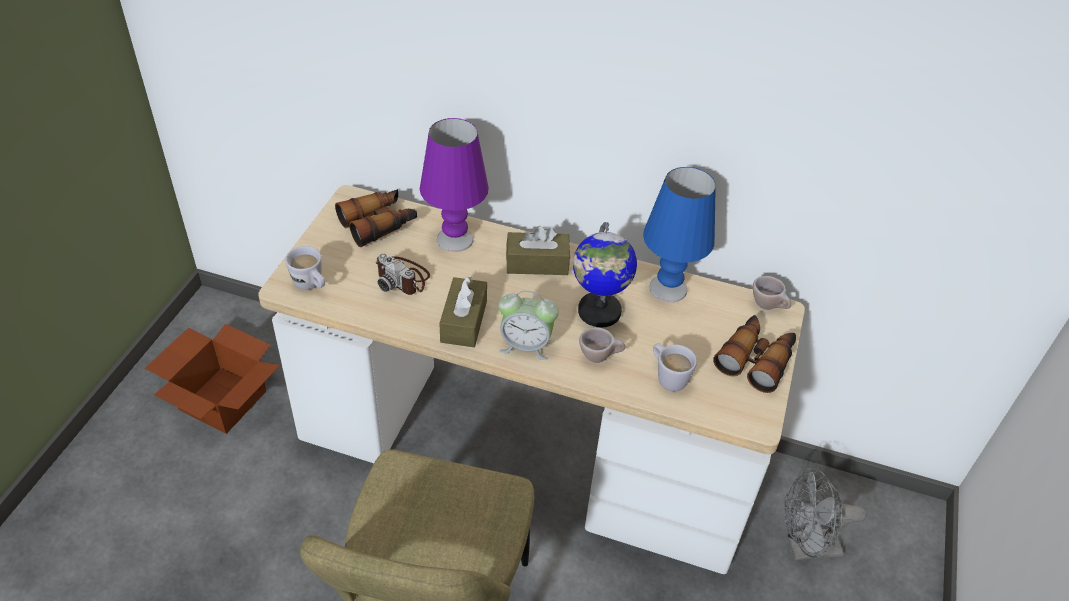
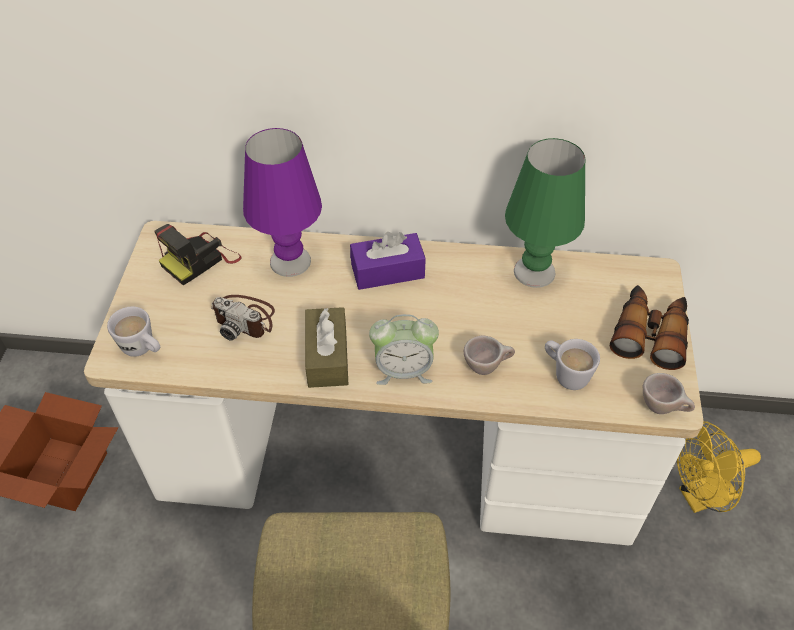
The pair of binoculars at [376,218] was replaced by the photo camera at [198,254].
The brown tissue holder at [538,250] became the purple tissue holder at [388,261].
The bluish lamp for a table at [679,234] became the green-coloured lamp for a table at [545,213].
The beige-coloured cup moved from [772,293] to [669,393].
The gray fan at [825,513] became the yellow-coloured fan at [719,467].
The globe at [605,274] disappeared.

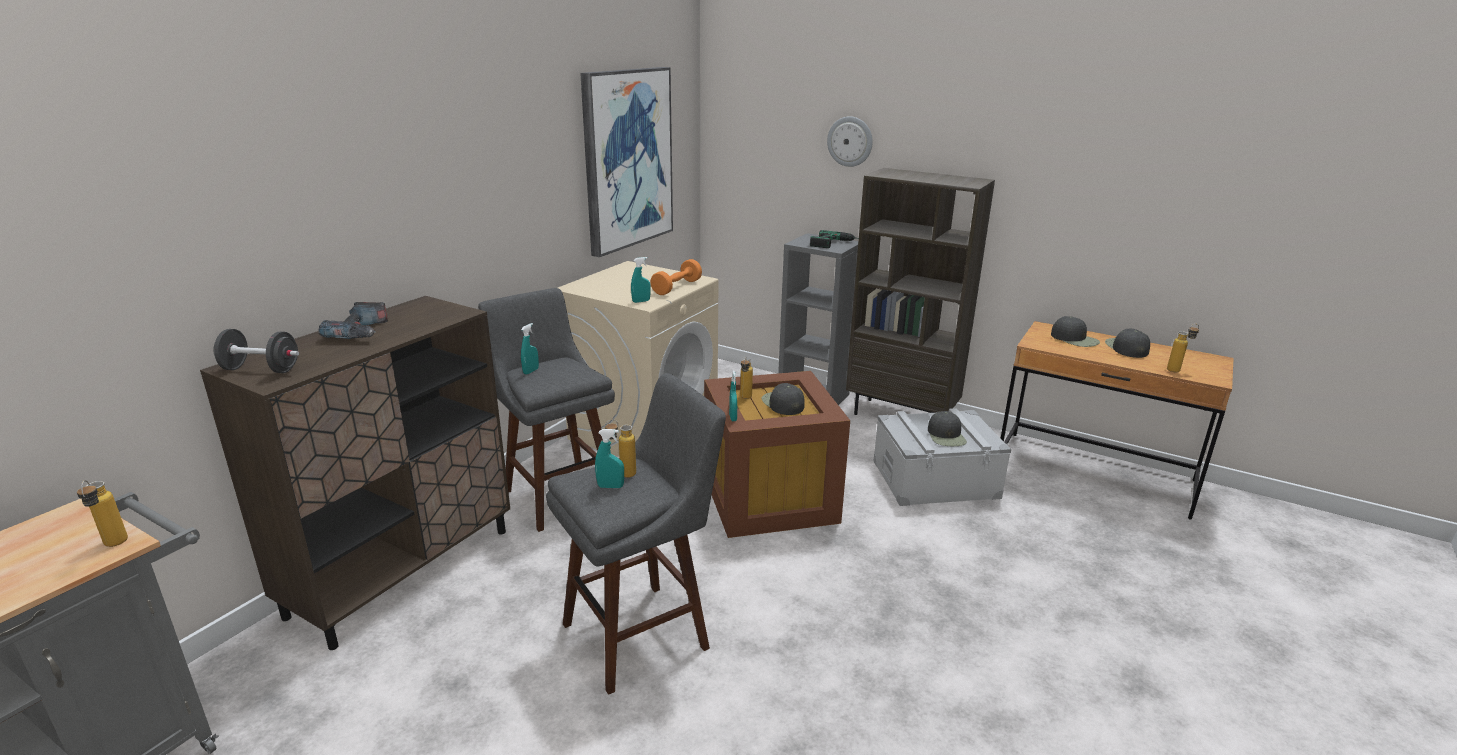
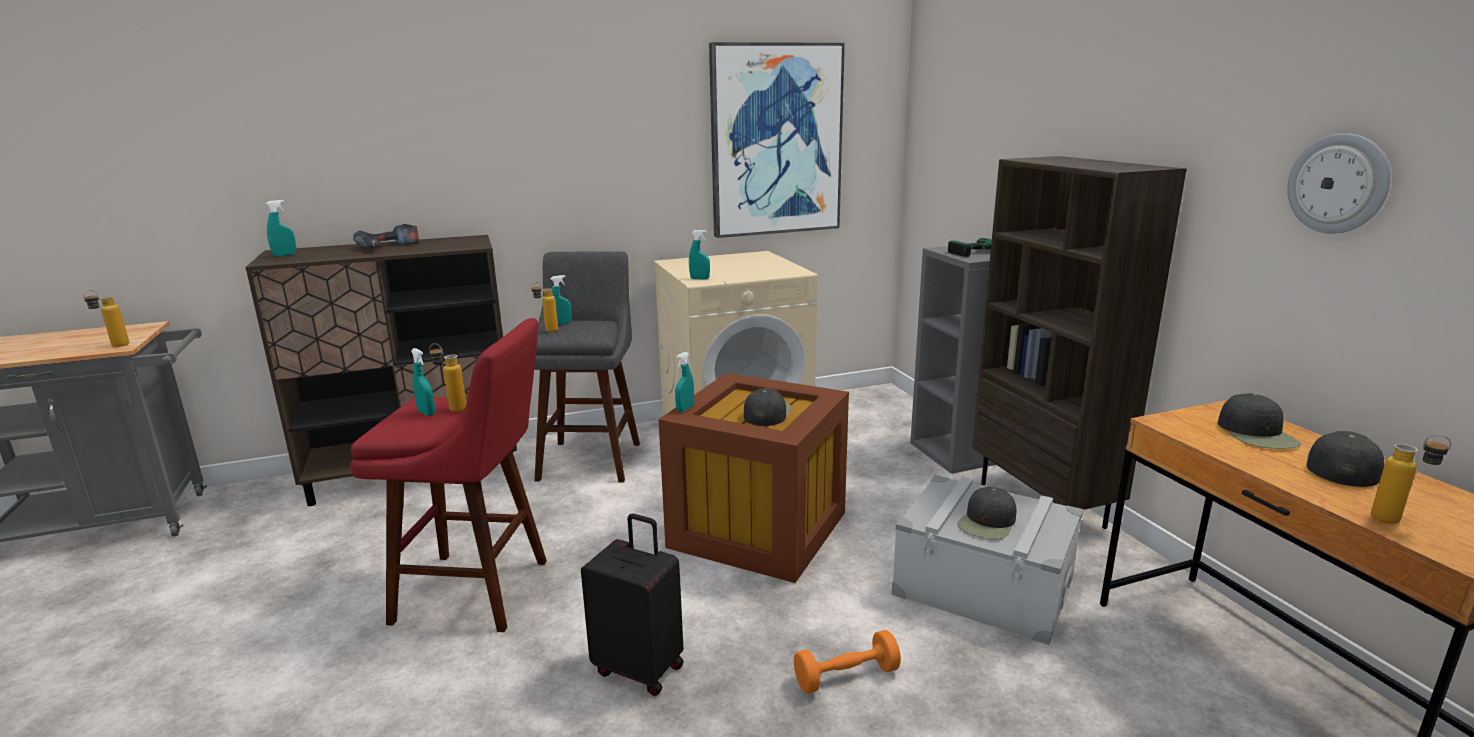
The black free weight at [256,351] was replaced by the turquoise sprayer at [281,228].
The gray stool seat at [636,534] became the reddish stool seat at [448,475].
The drink bottle moved from [746,377] to [544,307].
The black travel case at [632,604] appeared.
The orange-coloured free weight moved from [676,277] to [847,662].
The wall clock moved from [850,141] to [1338,183].

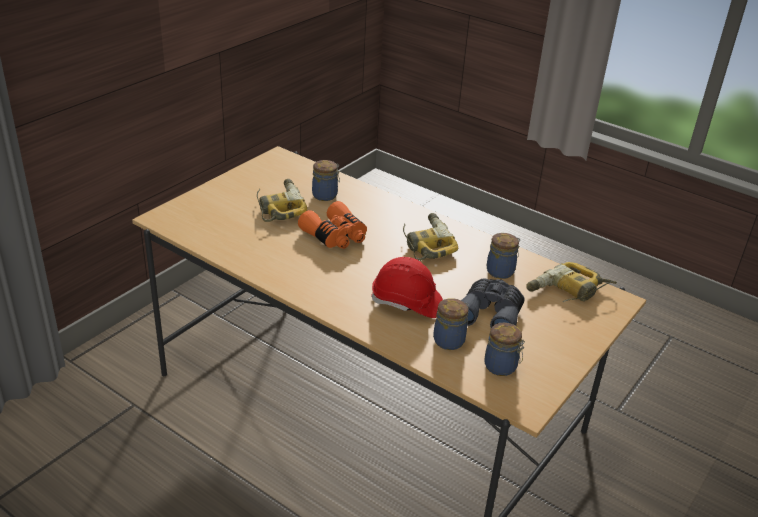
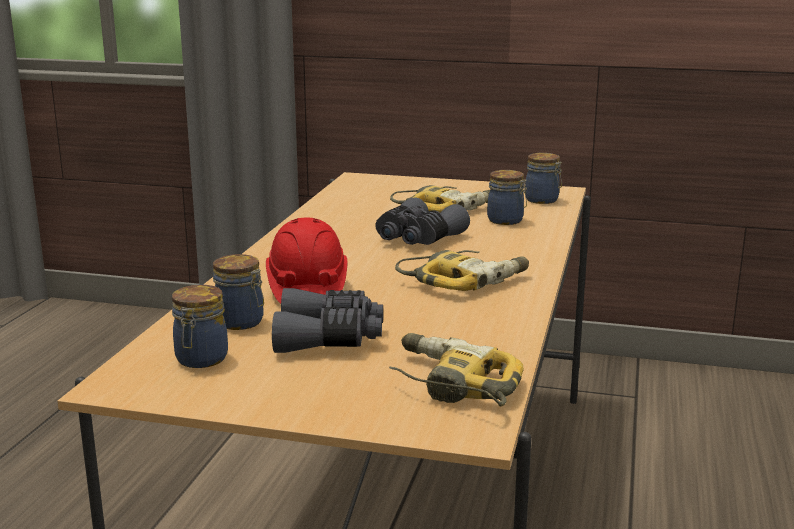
The orange-coloured pair of binoculars at [332,225] became the gray pair of binoculars at [422,221].
The preserve jar moved from [503,256] to [543,178].

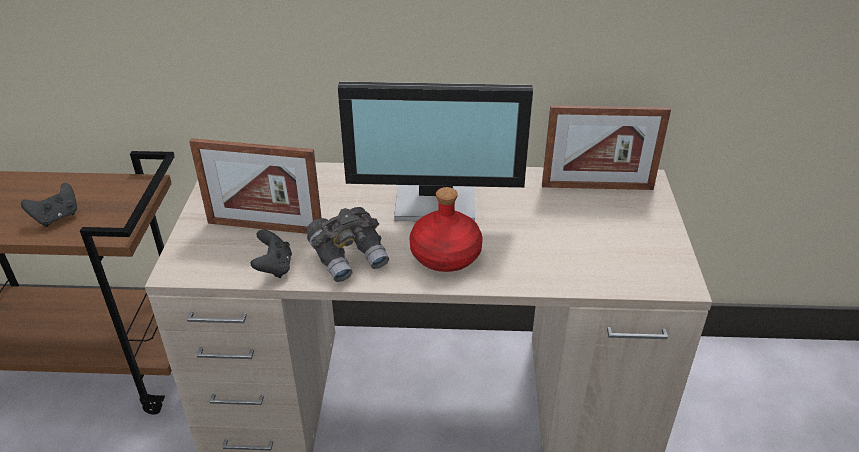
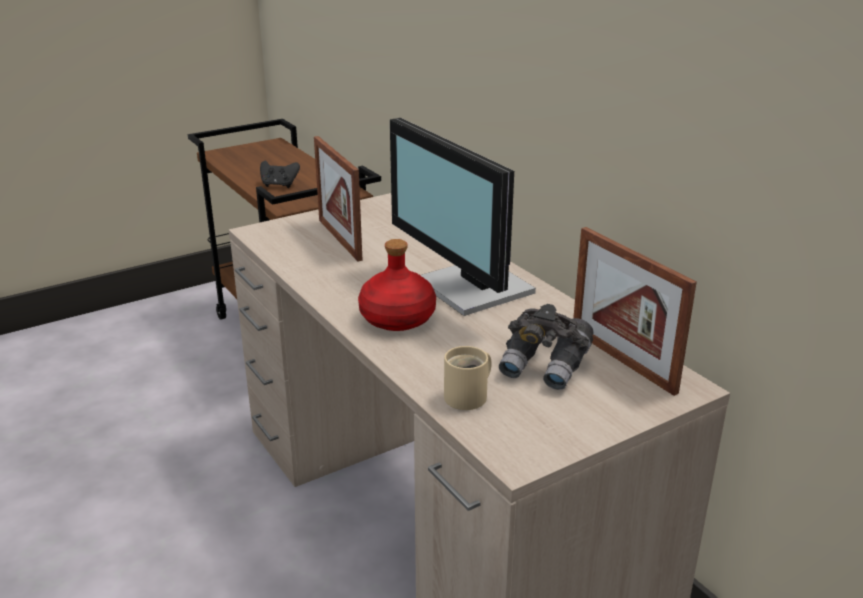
The beige-coloured coffee mug at [468,378] appeared.
The gray pair of binoculars moved from [347,244] to [546,347].
The black game controller at [271,253] disappeared.

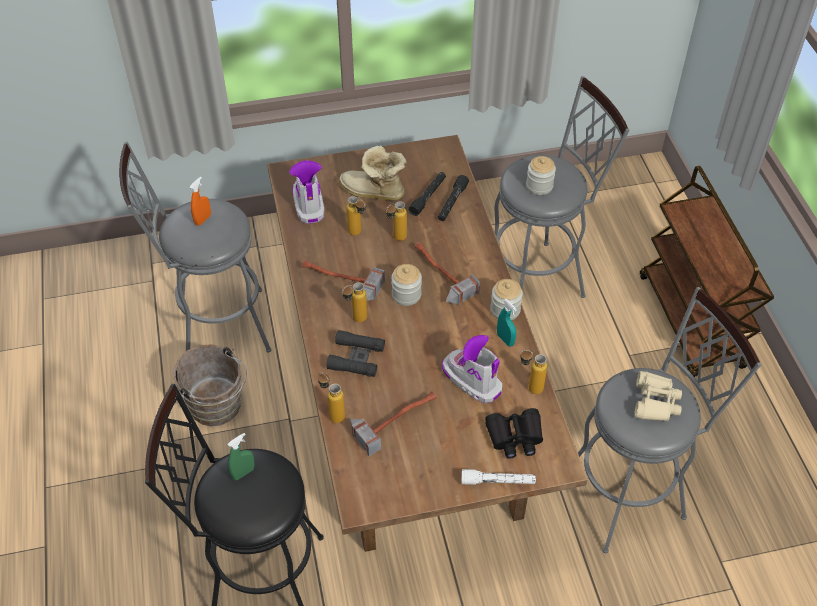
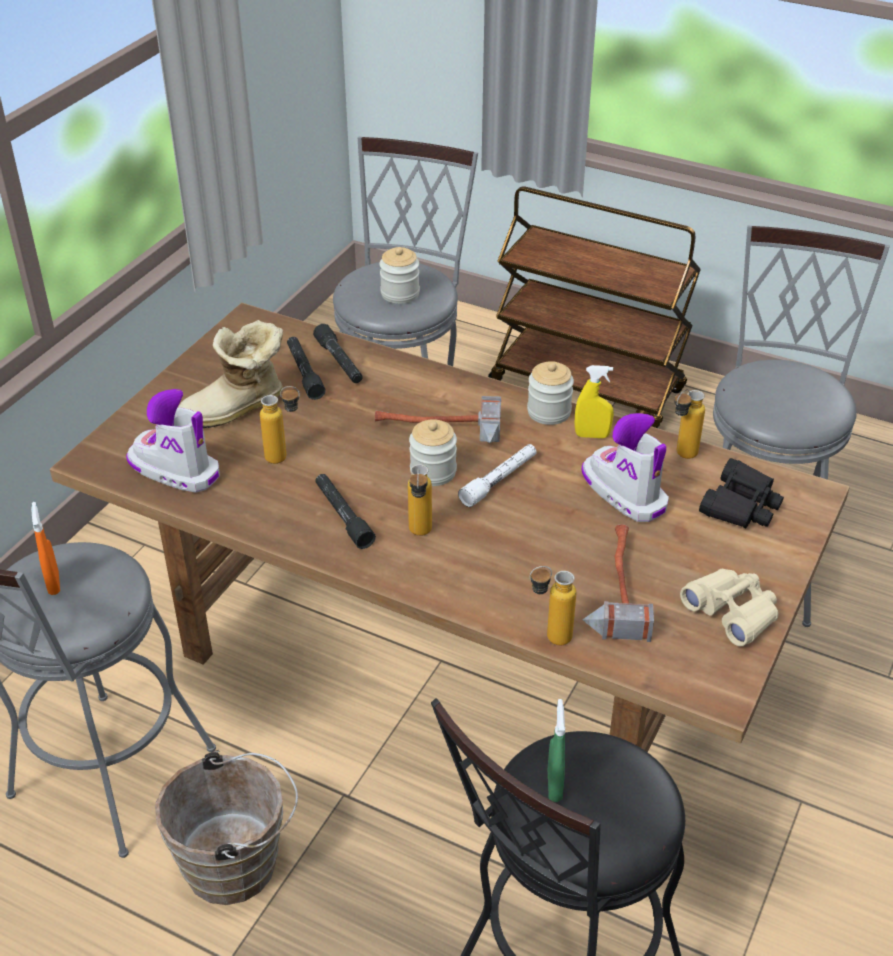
The hammer at [343,280] was replaced by the black hand torch at [345,511].
The white-coloured hand torch moved from [498,477] to [497,475].
The turquoise sprayer at [507,323] became the yellow-coloured sprayer at [594,401].
The high-top boot at [472,369] turned 60 degrees clockwise.
The beige-coloured pair of binoculars moved from [658,396] to [729,608].
The black pair of binoculars at [356,353] disappeared.
The drink bottle at [396,221] disappeared.

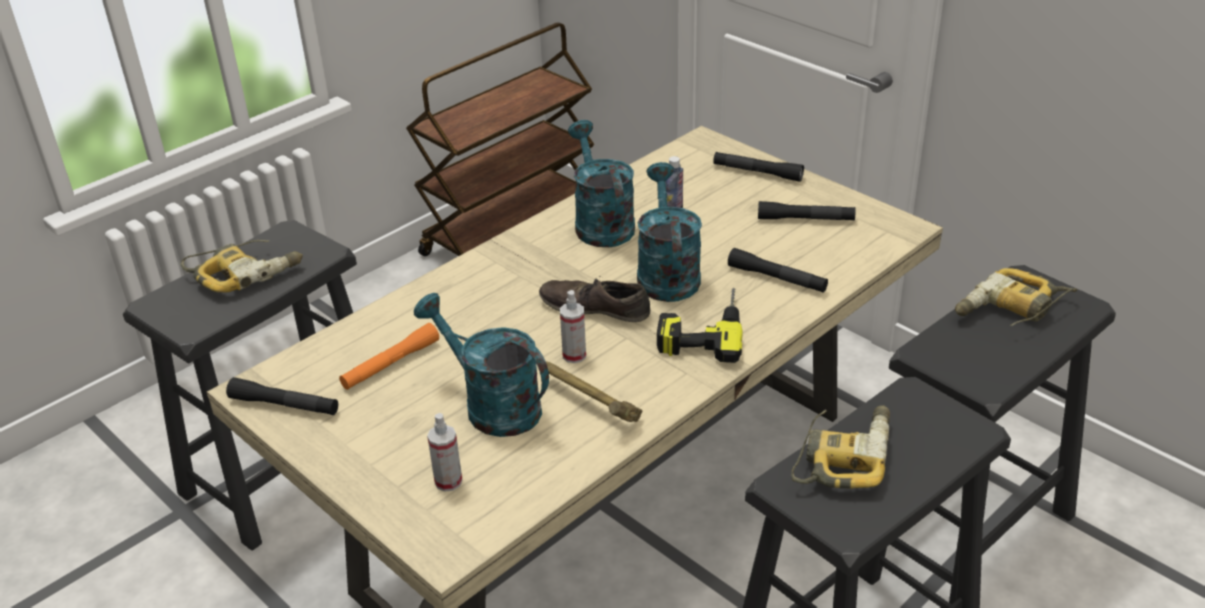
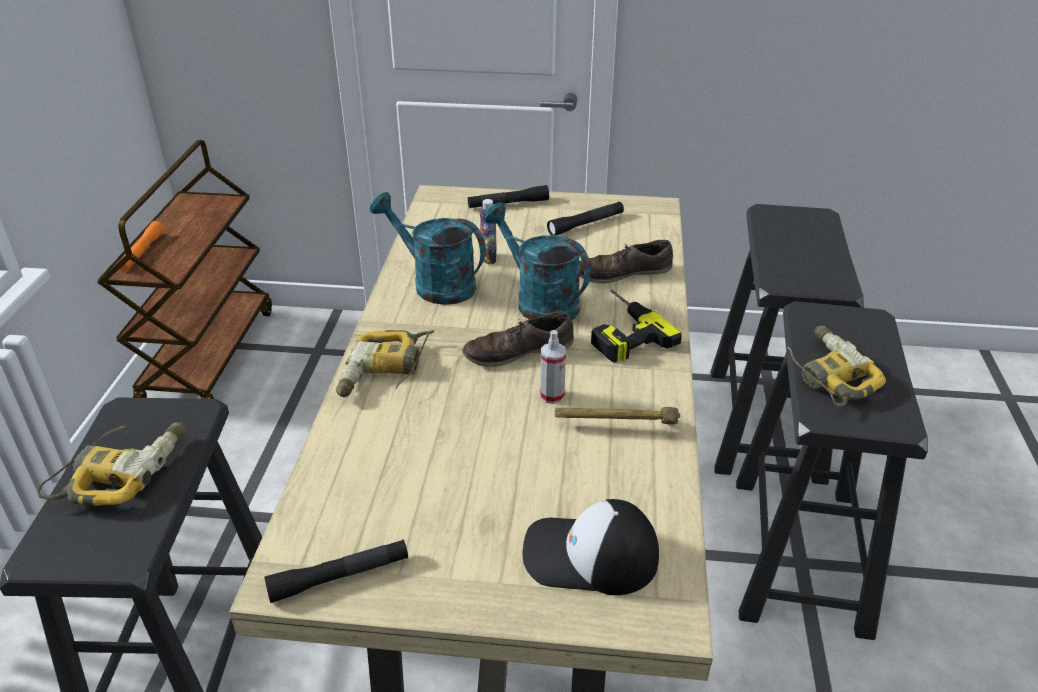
The orange-coloured hand torch moved from [389,356] to [141,246].
The power drill moved from [1016,297] to [385,363].
The sprayer at [444,452] was replaced by the baseball cap at [591,547].
The black hand torch at [778,270] was replaced by the brown shoe at [626,262].
The turquoise watering can at [481,365] disappeared.

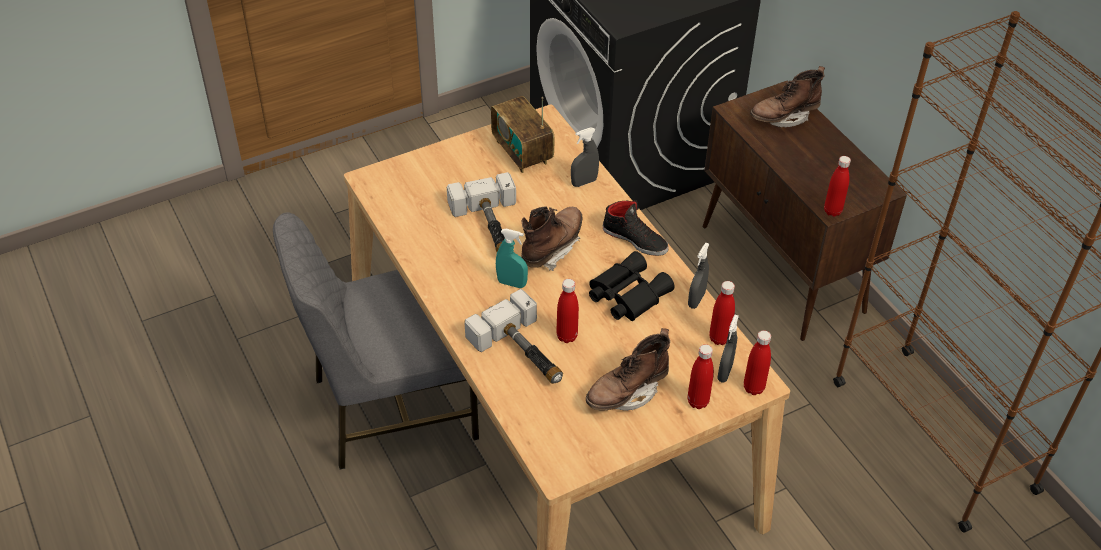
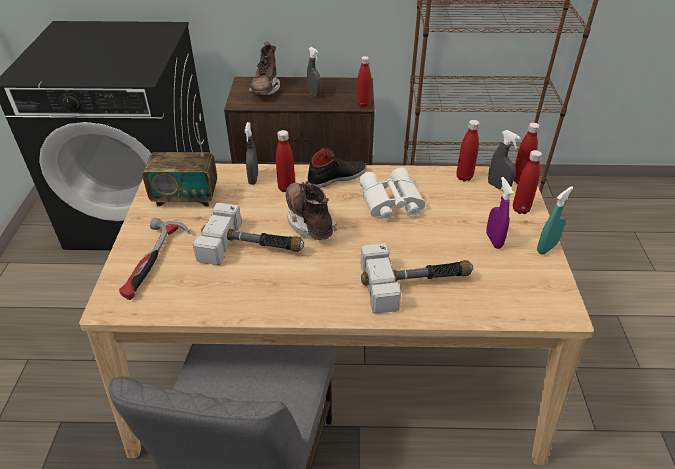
The hammer at [154,259] appeared.
The reddish drink bottle moved from [567,311] to [285,161].
The gray sprayer moved from [698,276] to [314,72].
The black pair of binoculars at [632,286] became the white-coloured pair of binoculars at [392,194].
The brown high-top boot at [628,369] was replaced by the purple sprayer at [499,213].
The turquoise sprayer moved from [512,258] to [555,220].

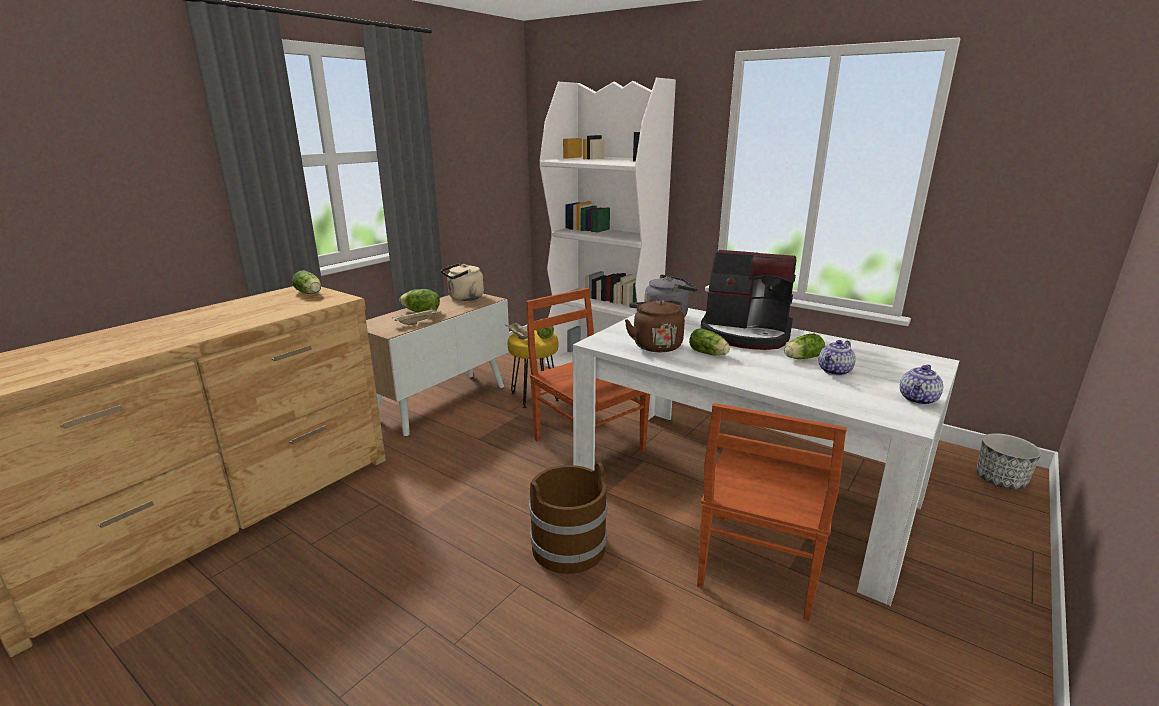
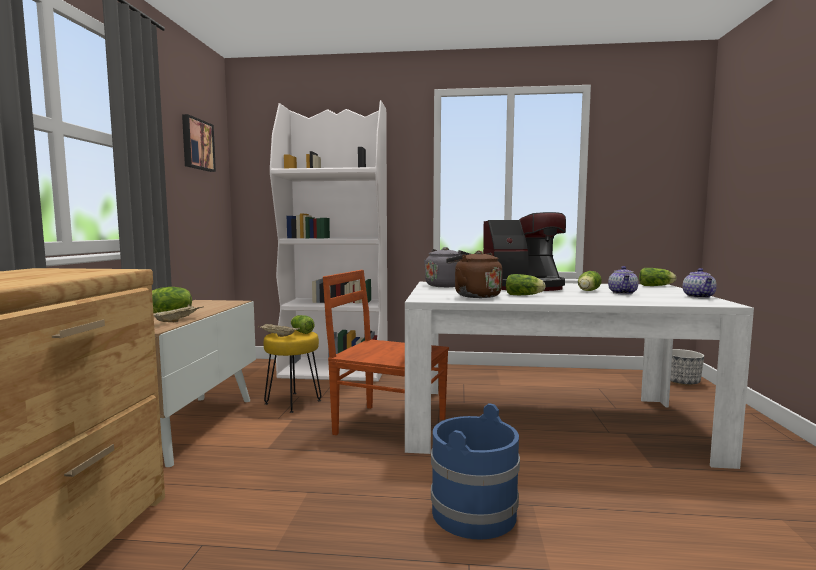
The picture at [199,143] appeared.
The brown water bucket at [568,518] became the bluish water bucket at [475,471].
The lettuce head moved from [306,282] to [657,277].
The beige-coloured water kettle at [462,282] disappeared.
The brown plain chair at [772,512] disappeared.

